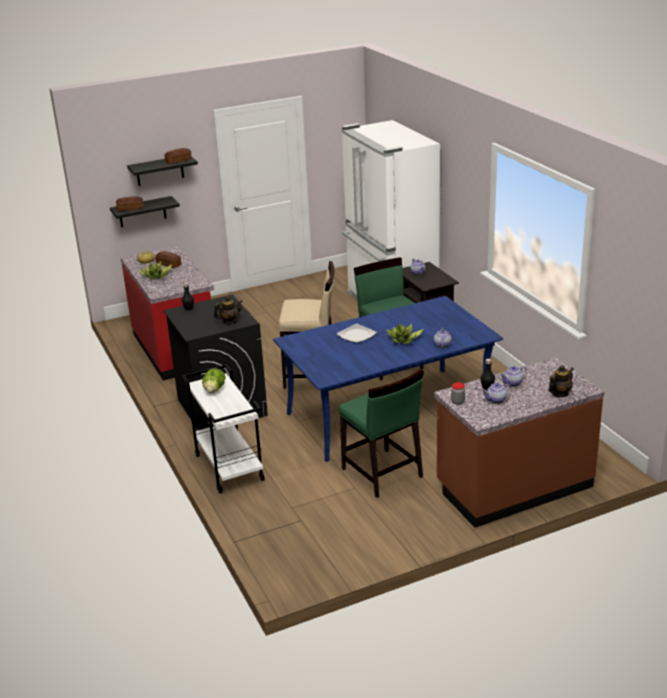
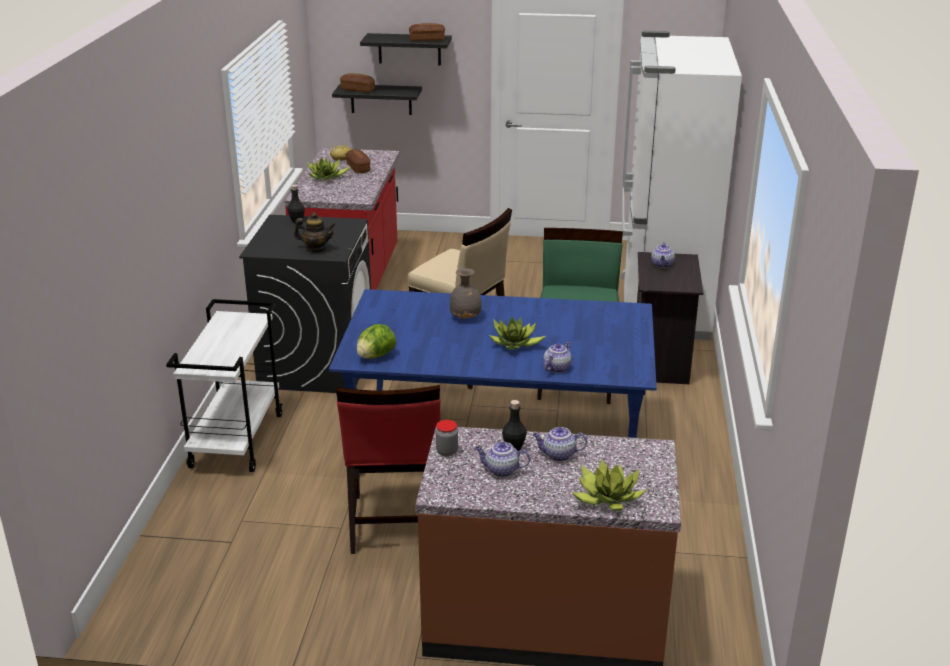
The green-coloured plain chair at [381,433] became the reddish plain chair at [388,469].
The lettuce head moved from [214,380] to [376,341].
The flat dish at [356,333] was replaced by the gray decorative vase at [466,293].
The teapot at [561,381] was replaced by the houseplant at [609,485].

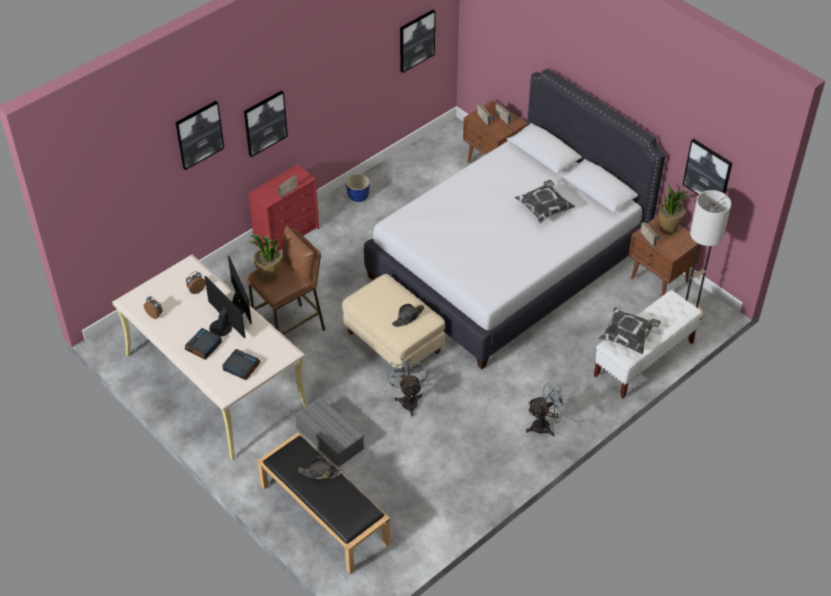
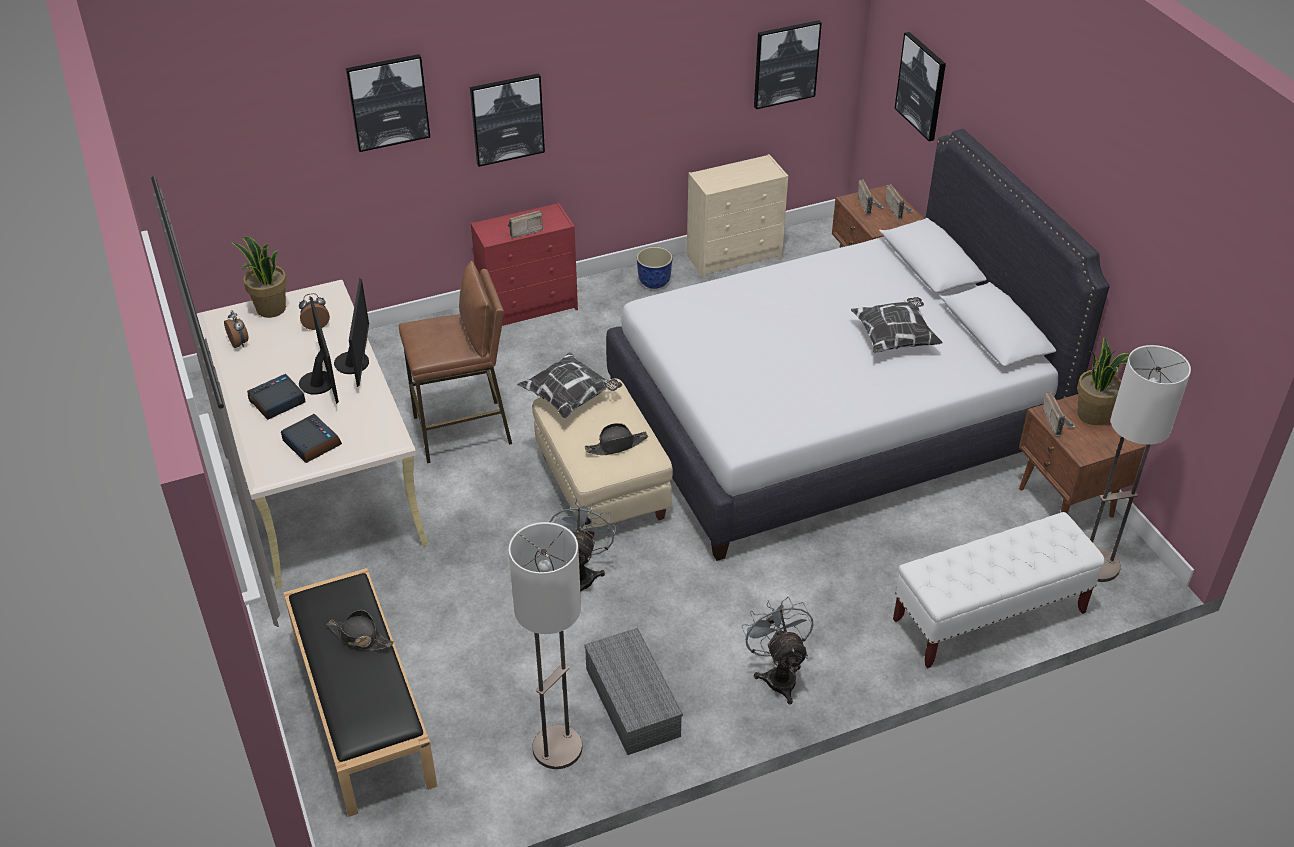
The houseplant moved from [265,258] to [259,277].
The floor lamp at [545,645] appeared.
The throw pillow moved from [630,331] to [569,386].
The gray storage box moved from [329,431] to [634,691].
The beige-coloured drawer chest at [737,216] appeared.
The gray fan at [547,408] turned 105 degrees counterclockwise.
The picture moved from [707,167] to [920,86].

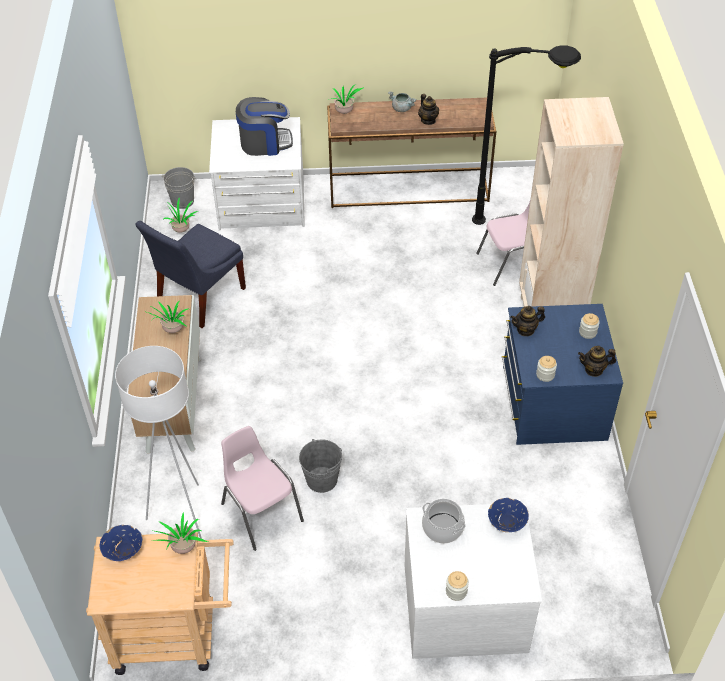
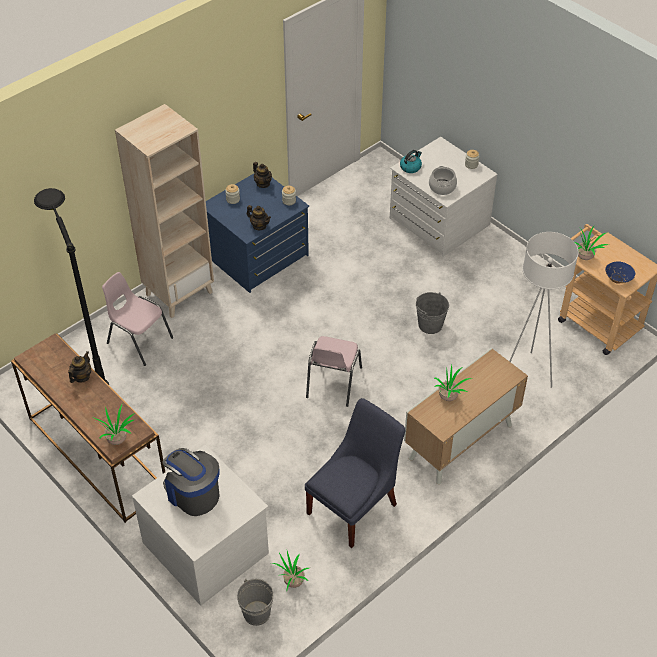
The bluish plain chair at [190,274] turned 45 degrees counterclockwise.
The pink plain chair moved from [262,488] to [334,371].
The bluish deep dish at [508,515] was replaced by the water kettle at [411,161].
The gray cooking pot at [402,101] disappeared.

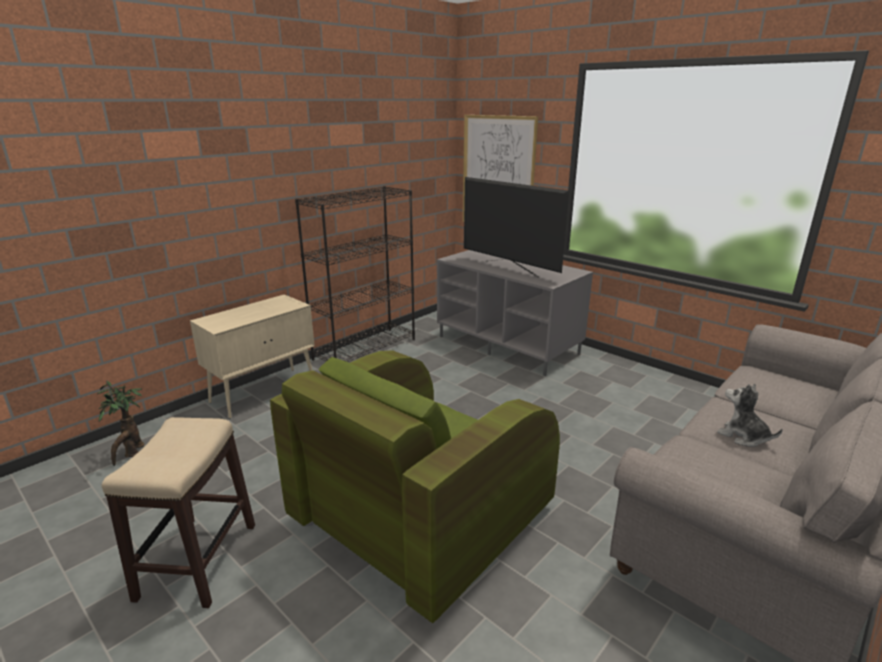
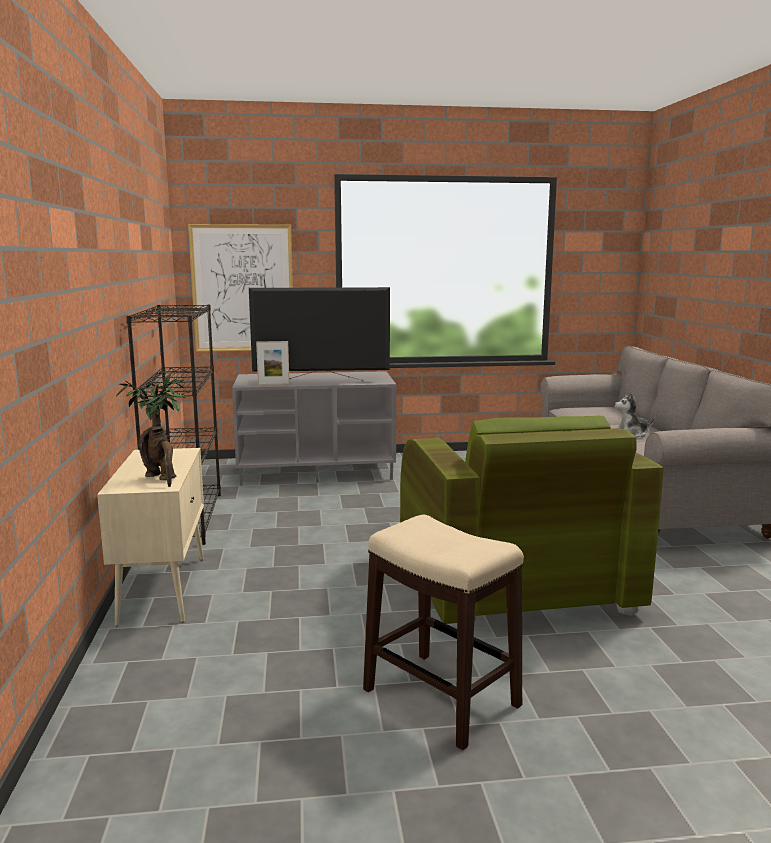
The houseplant moved from [121,423] to [151,430].
The photo frame at [273,363] appeared.

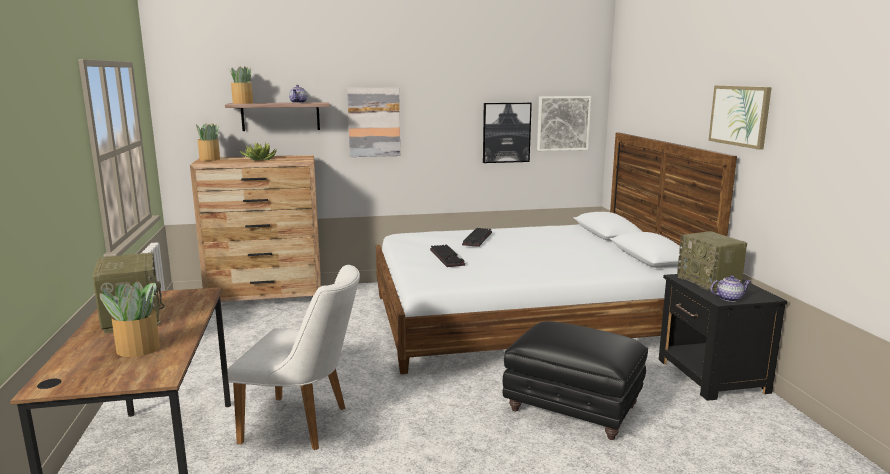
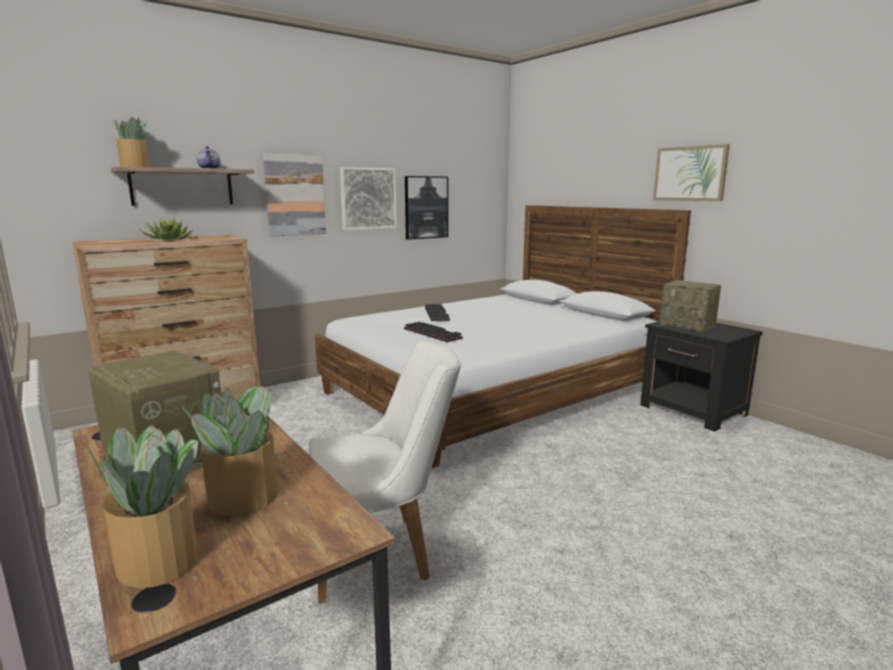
The houseplant moved from [208,142] to [142,506].
The picture moved from [564,123] to [368,199].
The black pouffe at [575,380] disappeared.
The teapot at [731,288] disappeared.

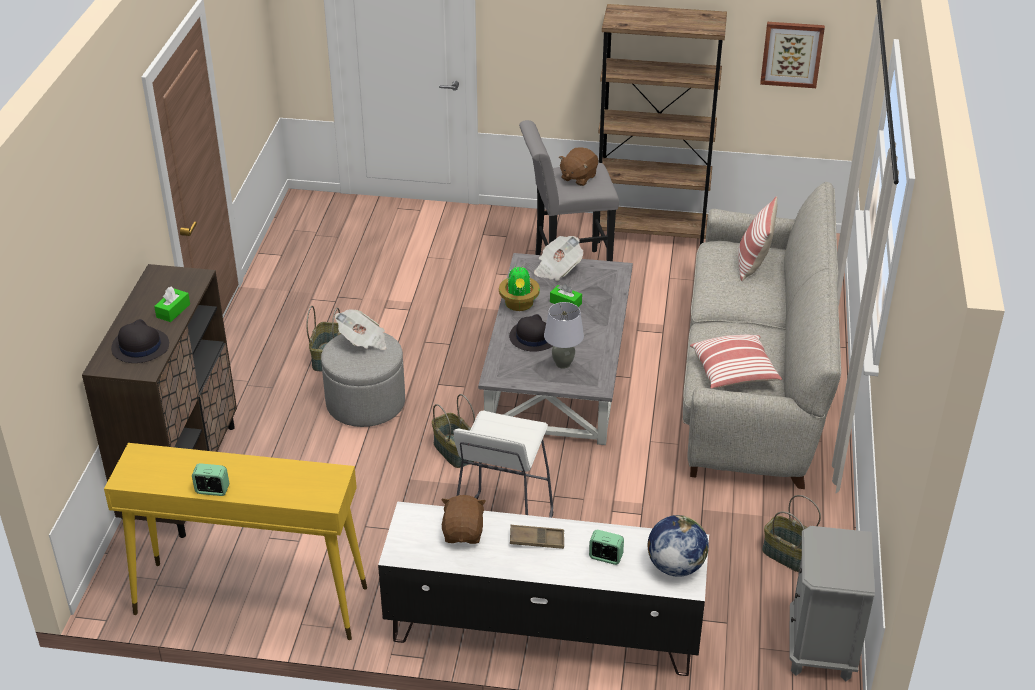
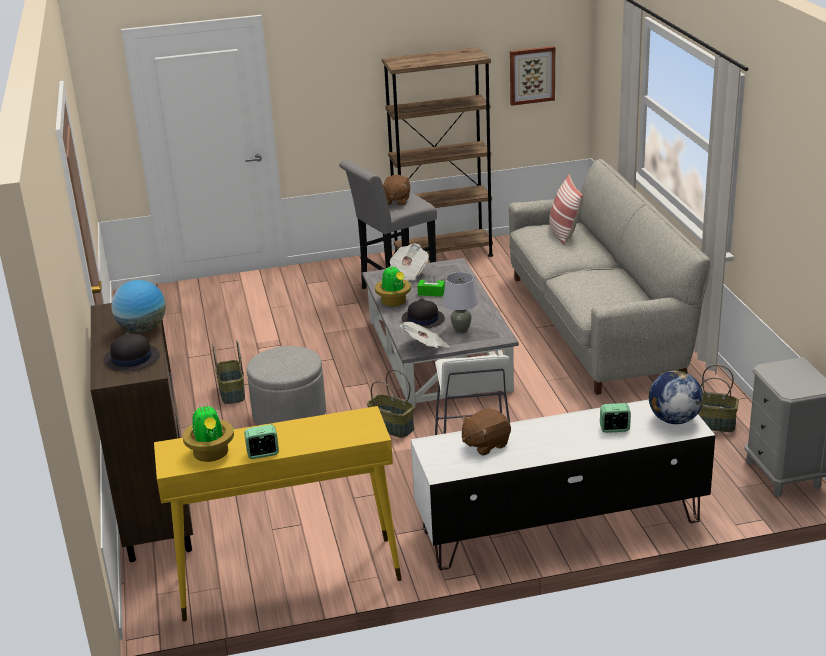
The green-coloured tissue holder at [172,304] was replaced by the globe at [138,306].
The houseplant at [208,432] appeared.
The daily paper moved from [360,329] to [425,335].
The brown plush toy at [463,519] turned 105 degrees counterclockwise.
The brown carrying tray at [537,537] disappeared.
The throw pillow at [736,361] disappeared.

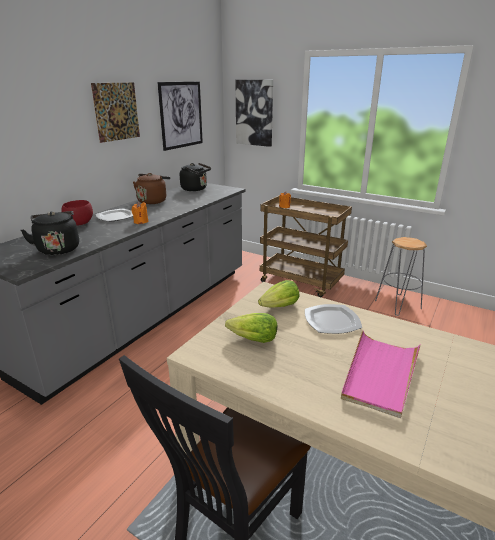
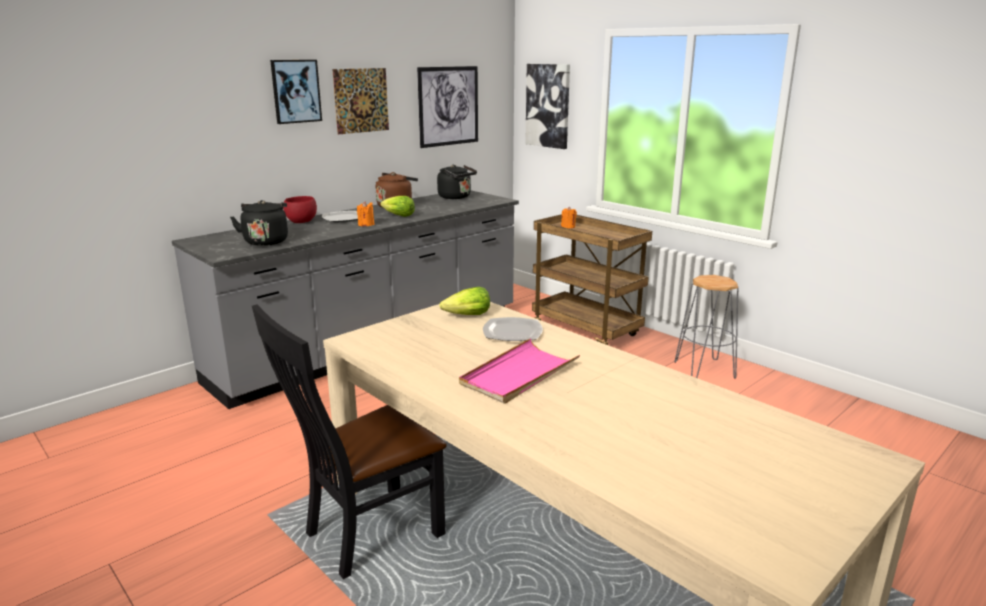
The picture at [296,92] appeared.
The lettuce head moved from [251,328] to [397,206].

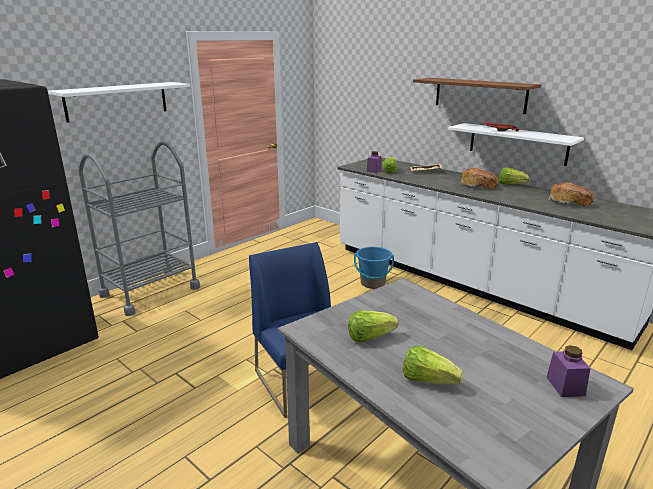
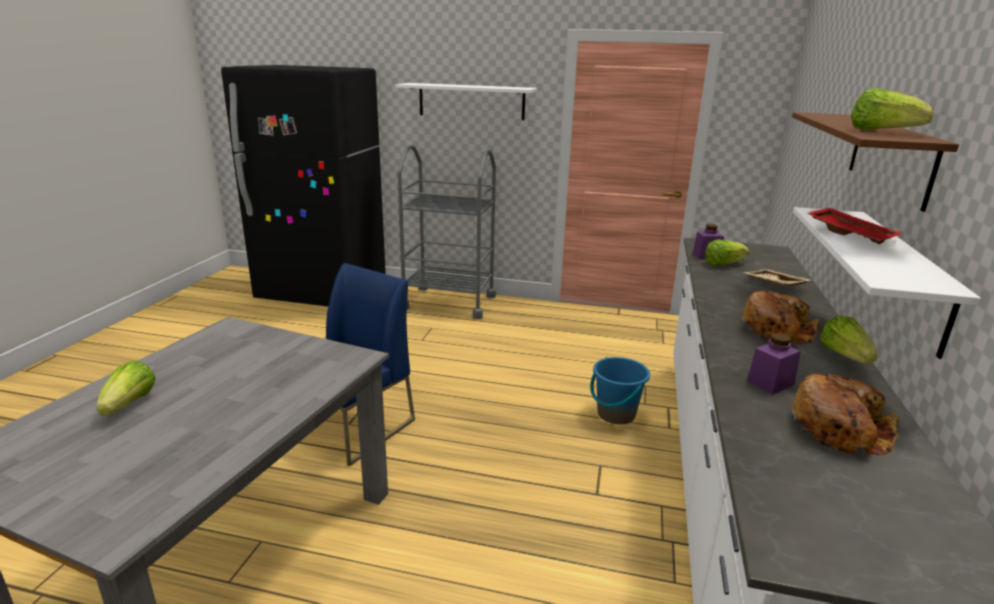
The purple preserve jar moved from [569,371] to [774,364].
The lettuce head moved from [373,326] to [892,109].

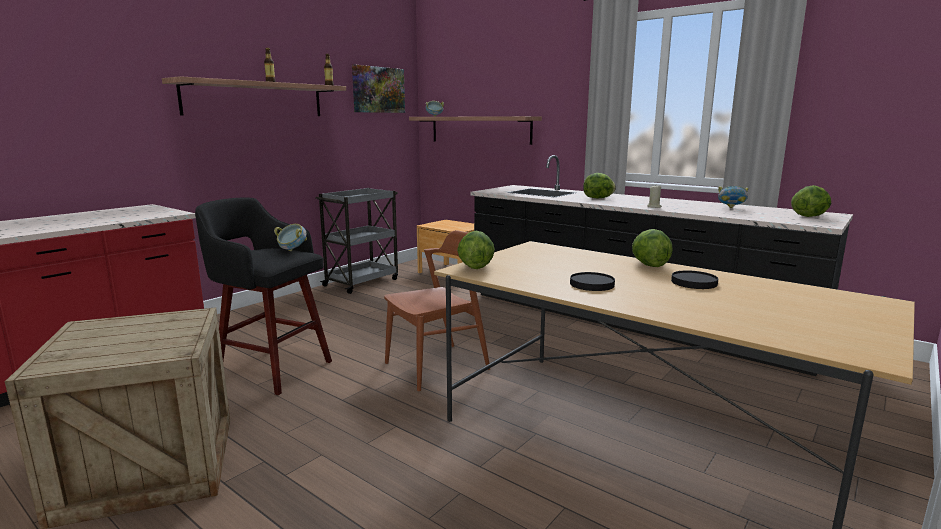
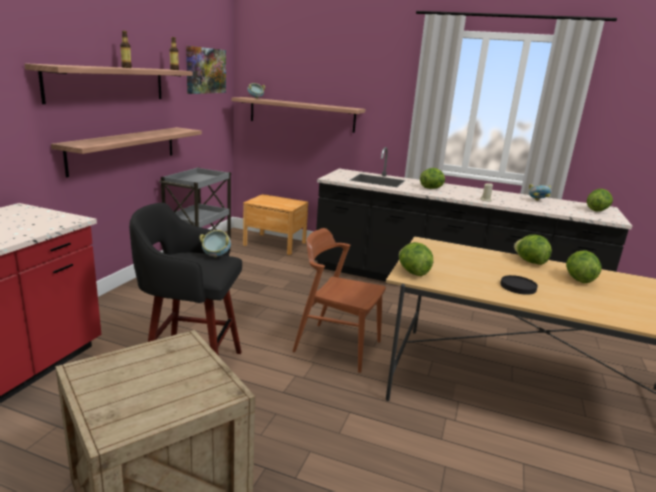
The shelf at [126,152] appeared.
The brown plain chair at [437,310] turned 105 degrees counterclockwise.
The black flat dish at [694,279] was replaced by the lettuce head at [584,266].

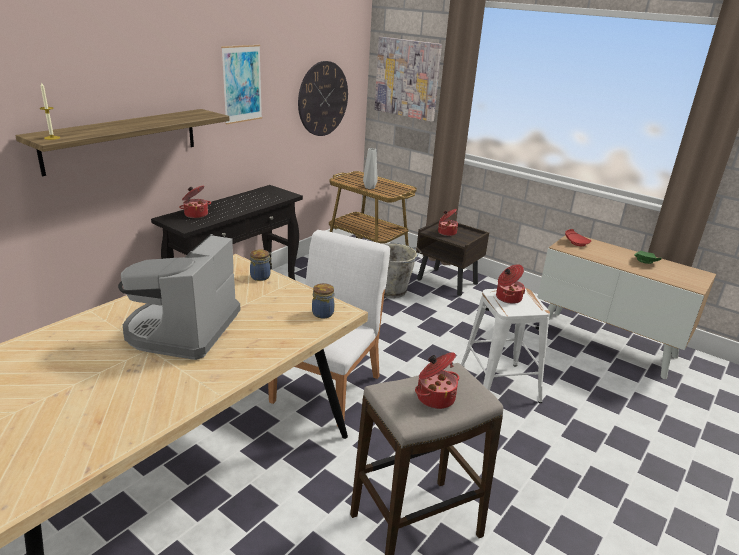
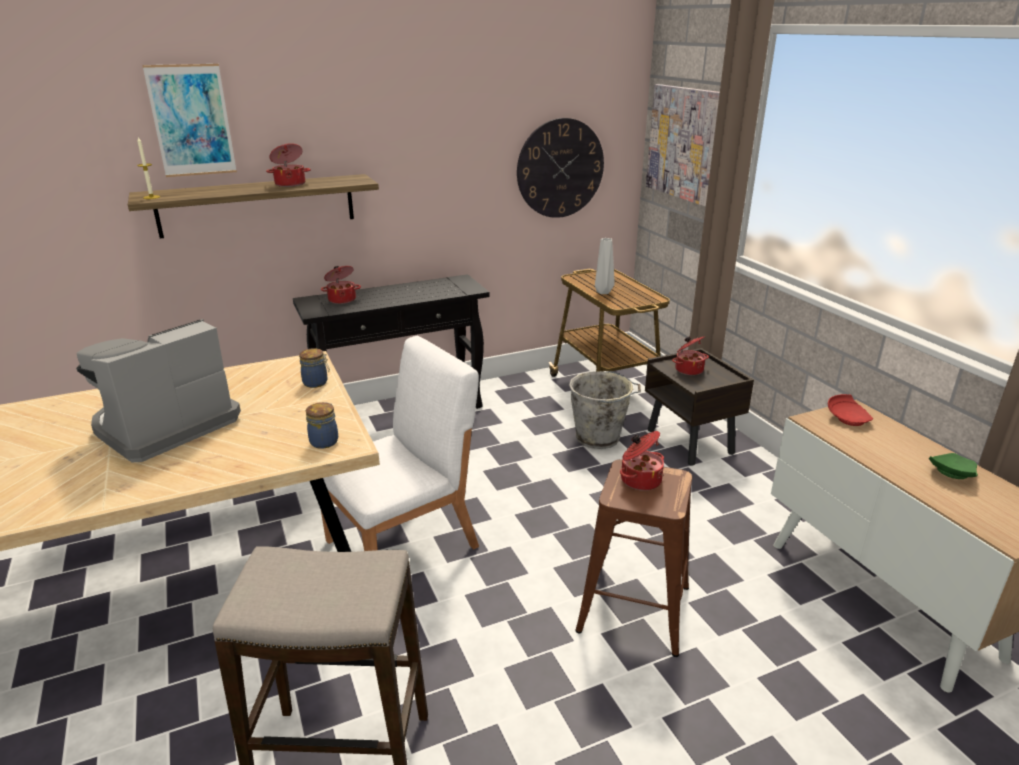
The picture moved from [241,84] to [189,120].
The cooking pot moved from [437,380] to [288,165].
The white-coloured stool seat at [505,345] became the brown stool seat at [633,558].

